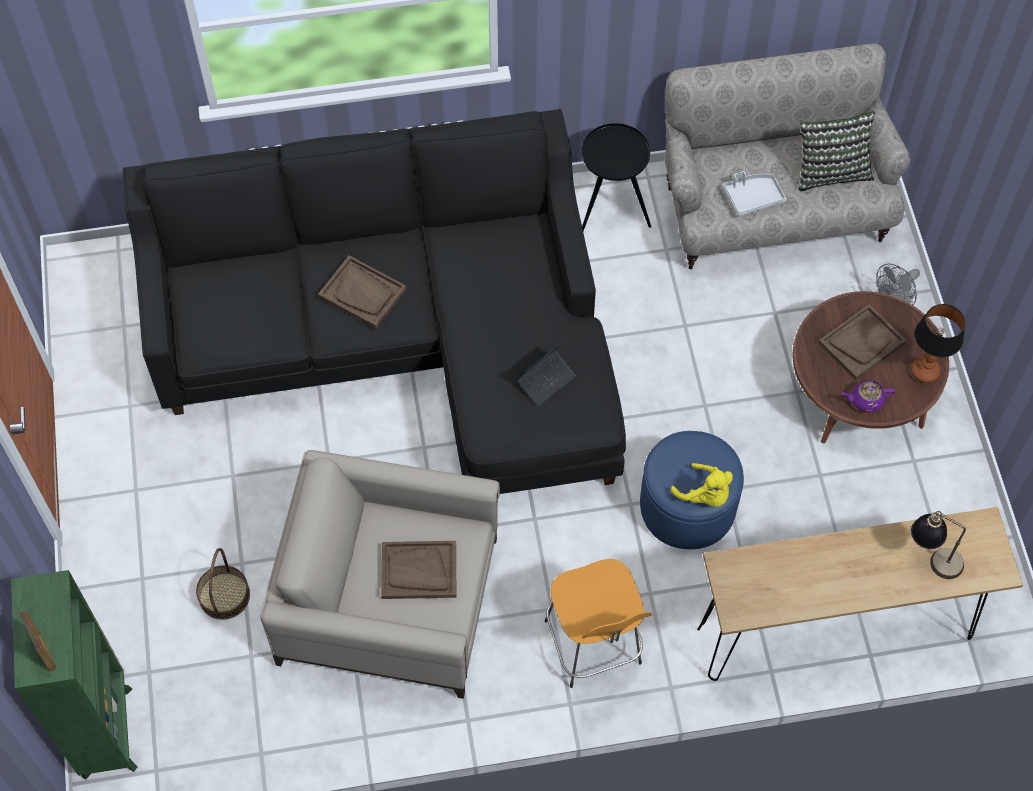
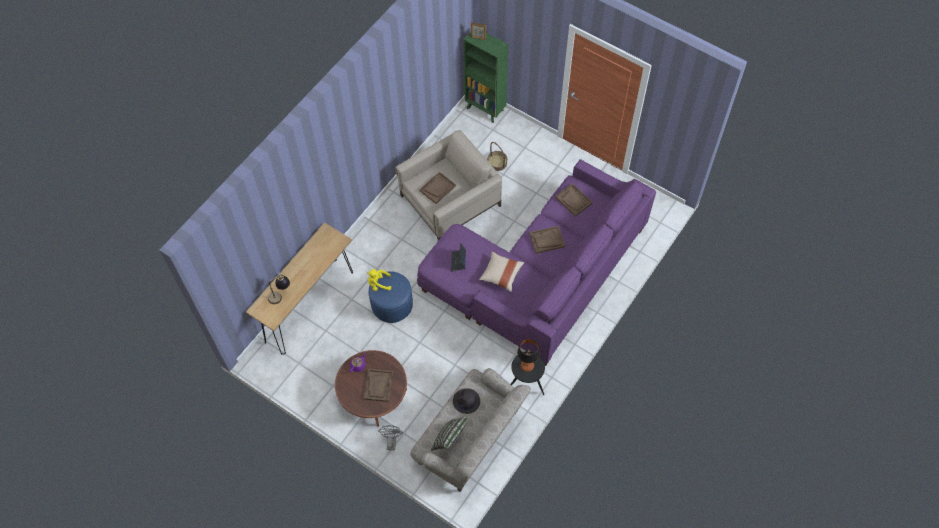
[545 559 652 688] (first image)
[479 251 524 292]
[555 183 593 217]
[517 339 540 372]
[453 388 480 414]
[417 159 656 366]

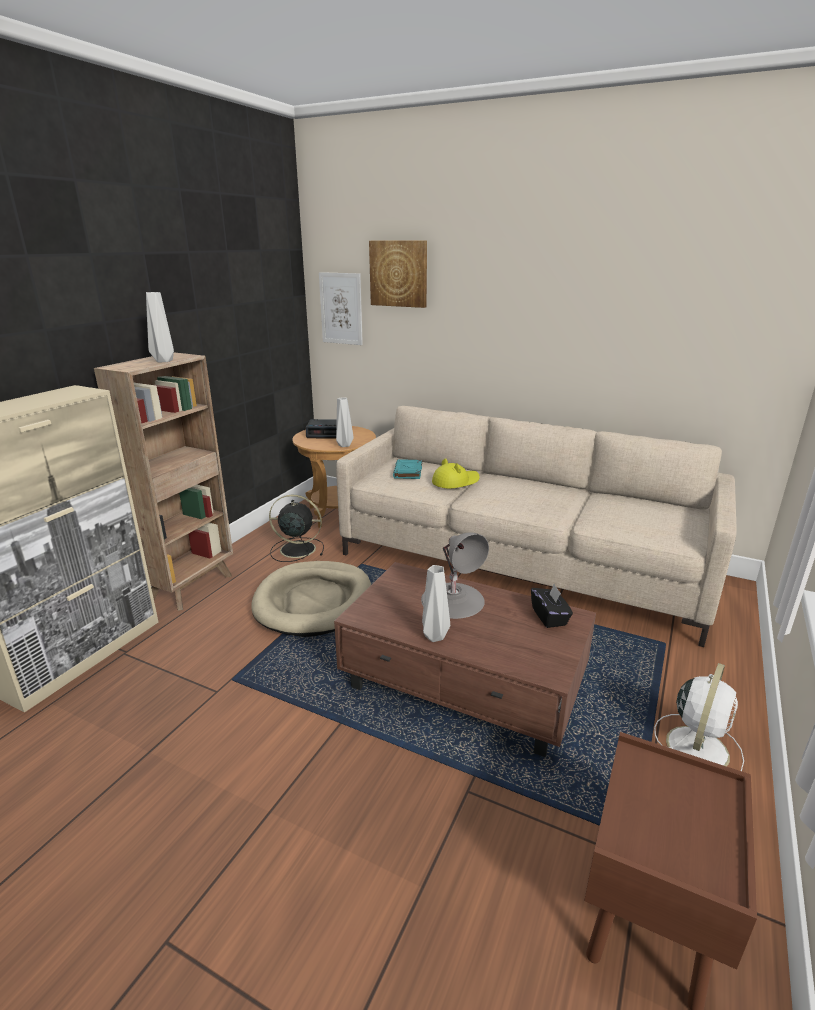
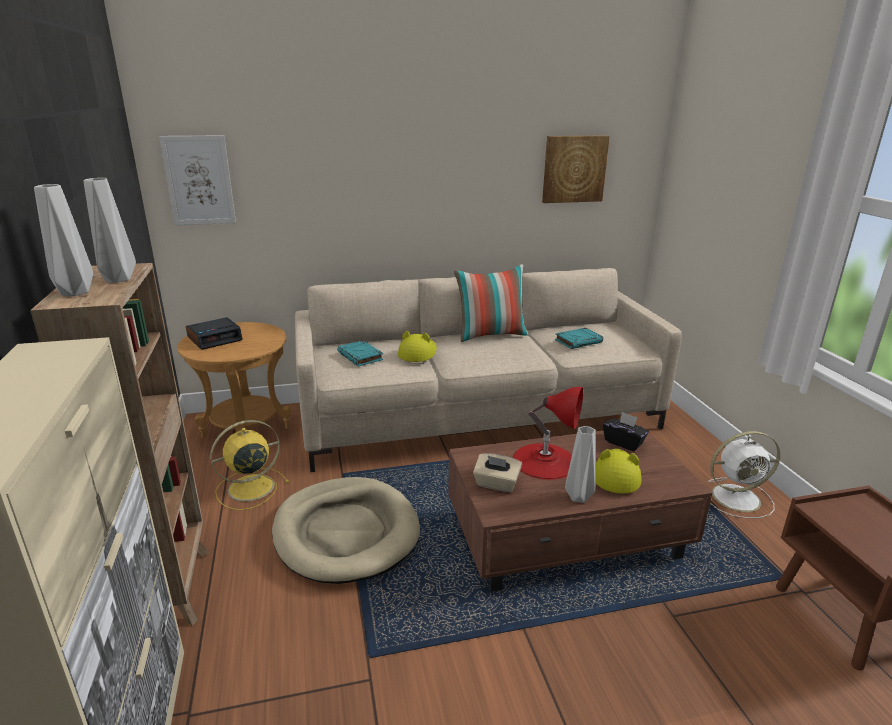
[454 264 528 342]
[473 453 522 492]
[555 328 603 349]
[595 449 641 494]
[34 184 93 296]
[542 135 610 203]
[210 420 289 510]
[513 387 583 480]
[708 431 780 518]

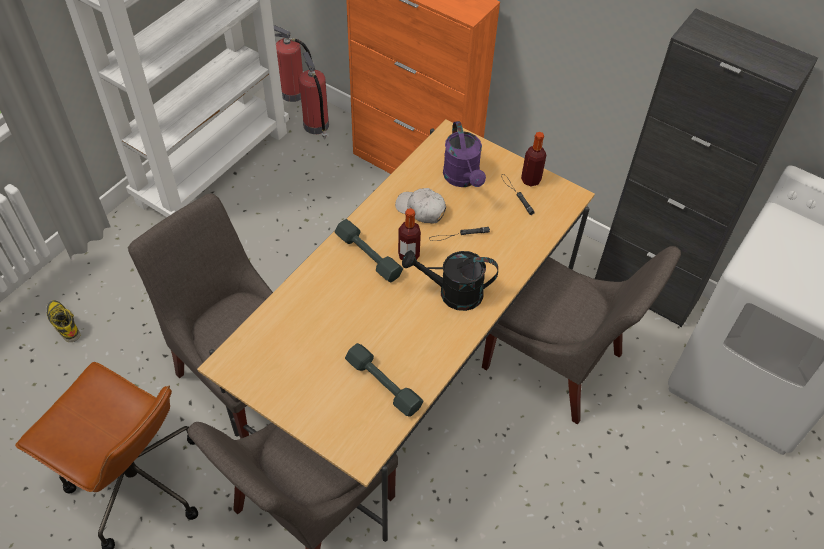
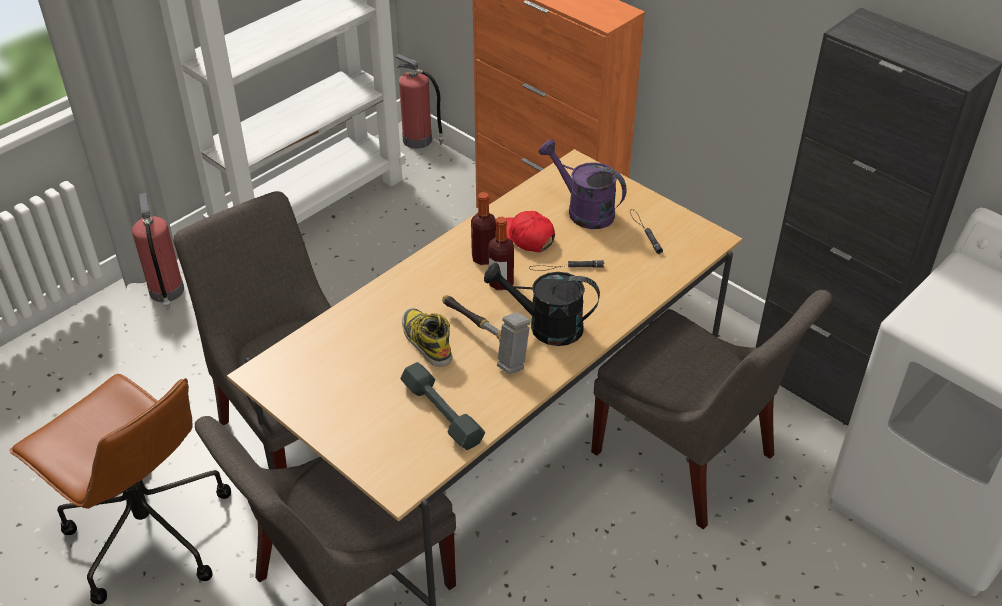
[335 219 403 282] (first image)
[442 295 530 374]
[402 308 453 367]
[132 193 184 309]
[471 192 496 265]
[506 211 555 252]
[539 139 627 229]

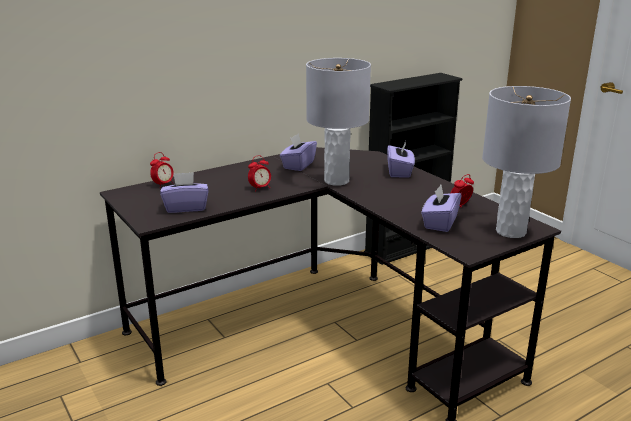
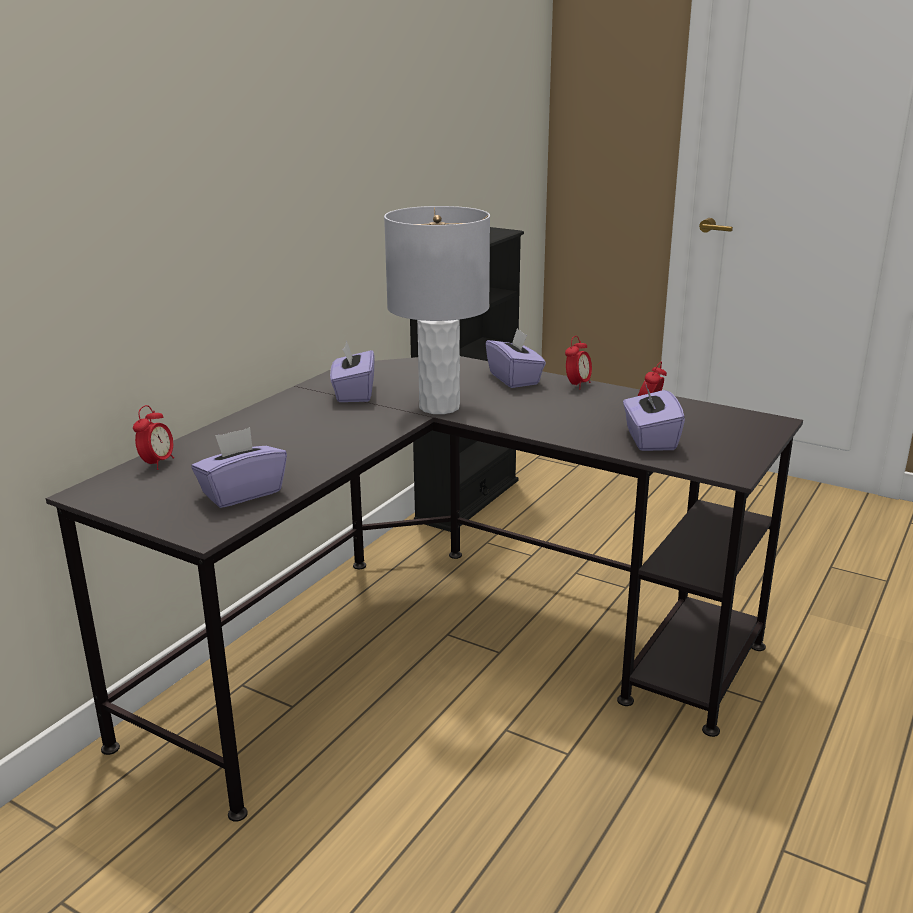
[482 86 571 238] (first image)
[565 336 592 390]

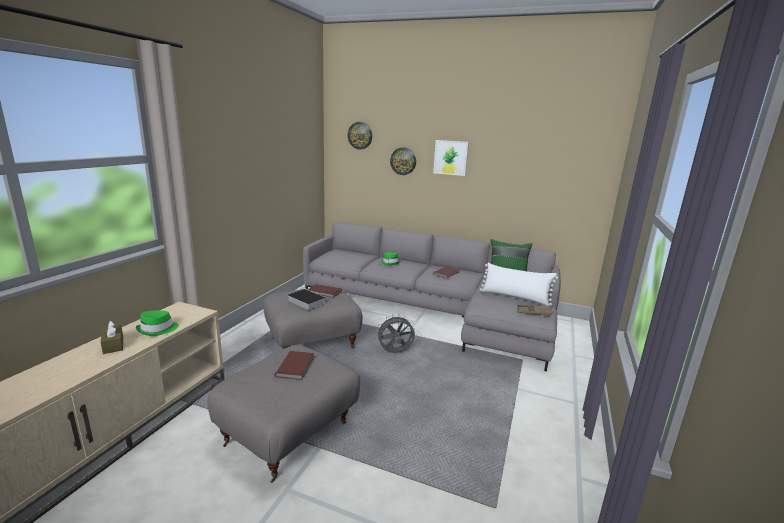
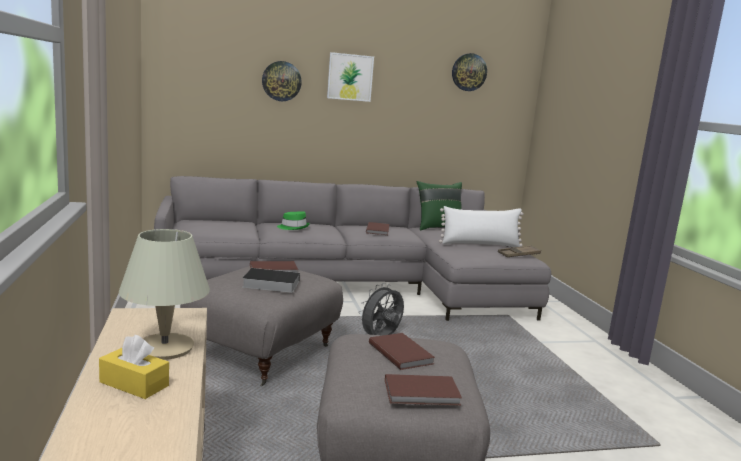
[385 374 462 406]
[452 53 487 91]
[119 229 210 360]
[99 335 169 399]

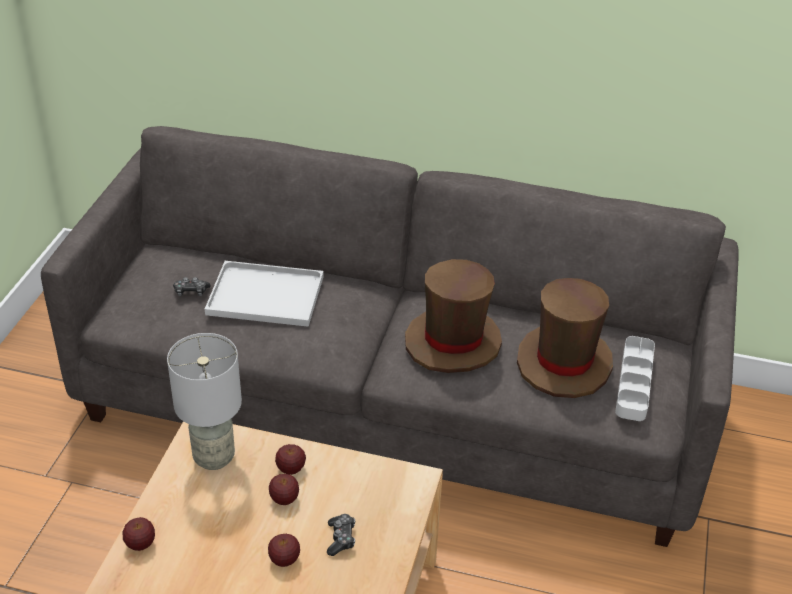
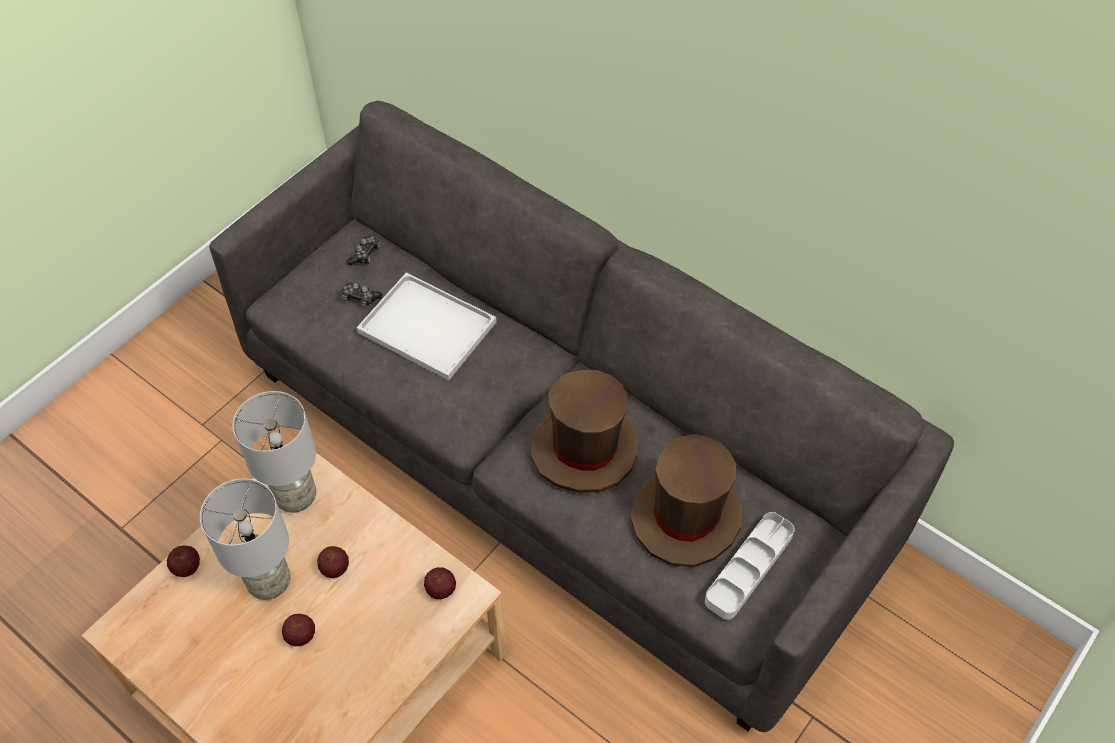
[200 479 291 600]
[424 567 456 599]
[347 235 380 265]

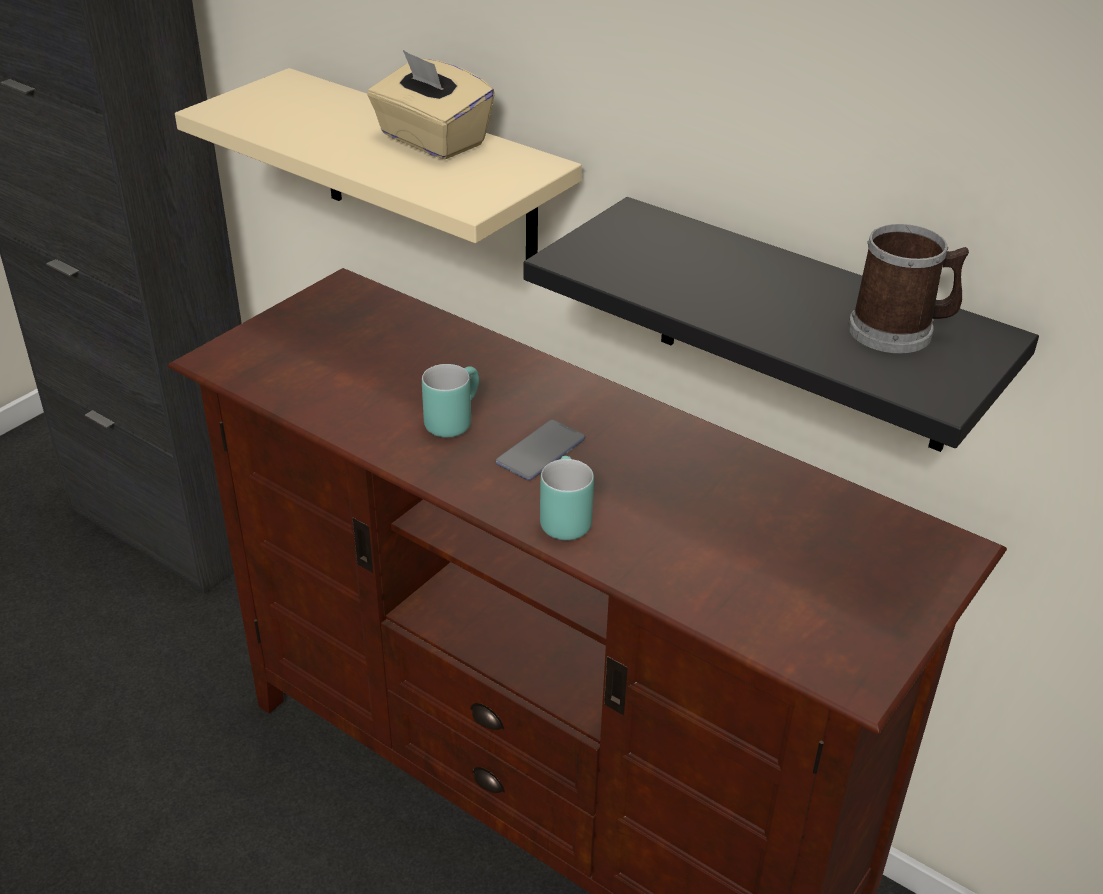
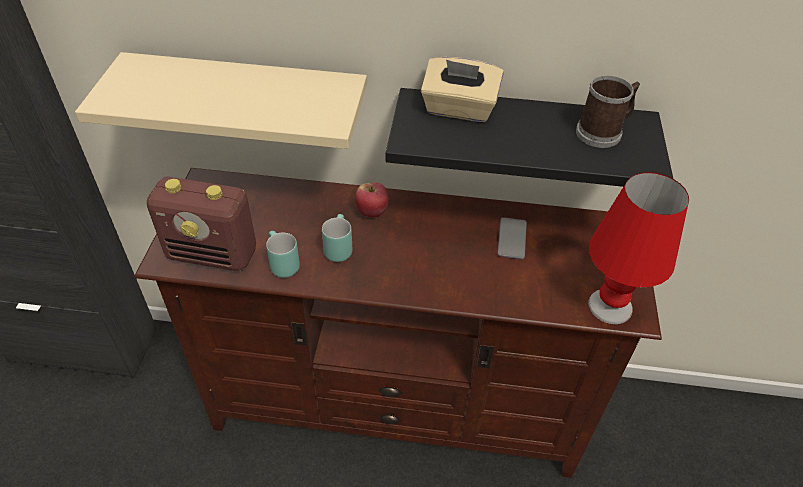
[147 177 256 271]
[355 183 389 218]
[588 172 689 324]
[421 57 504 122]
[497 217 527 259]
[266 231 300 278]

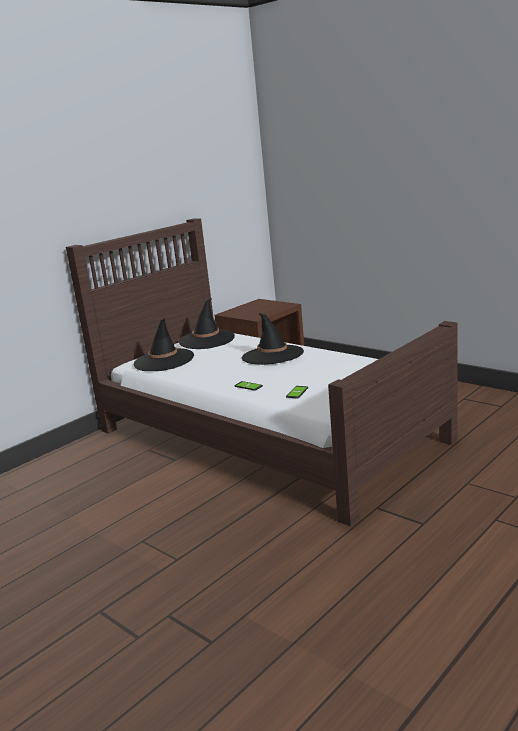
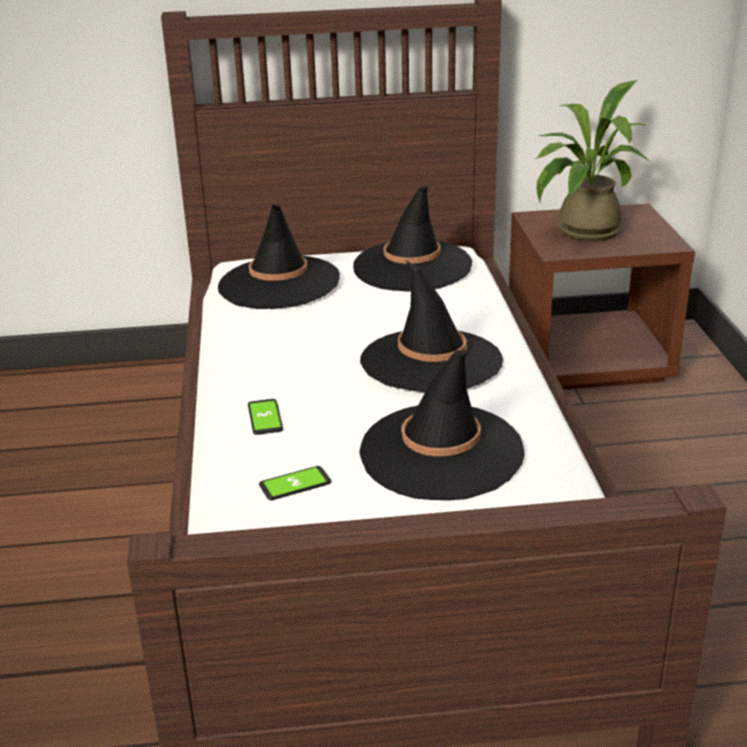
[359 350 525 500]
[535 81 650 242]

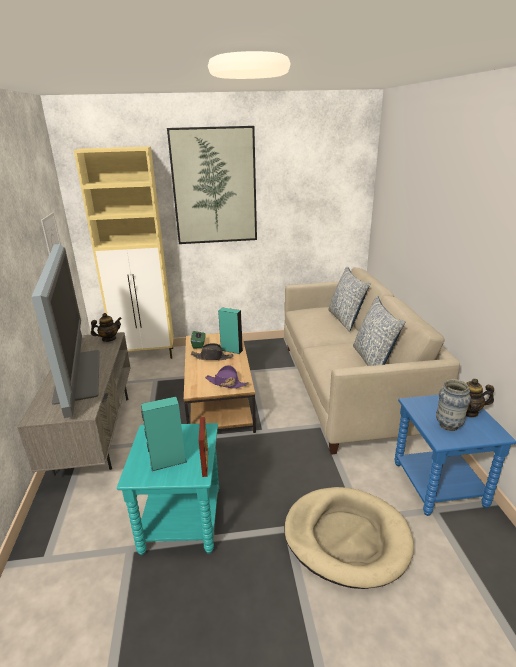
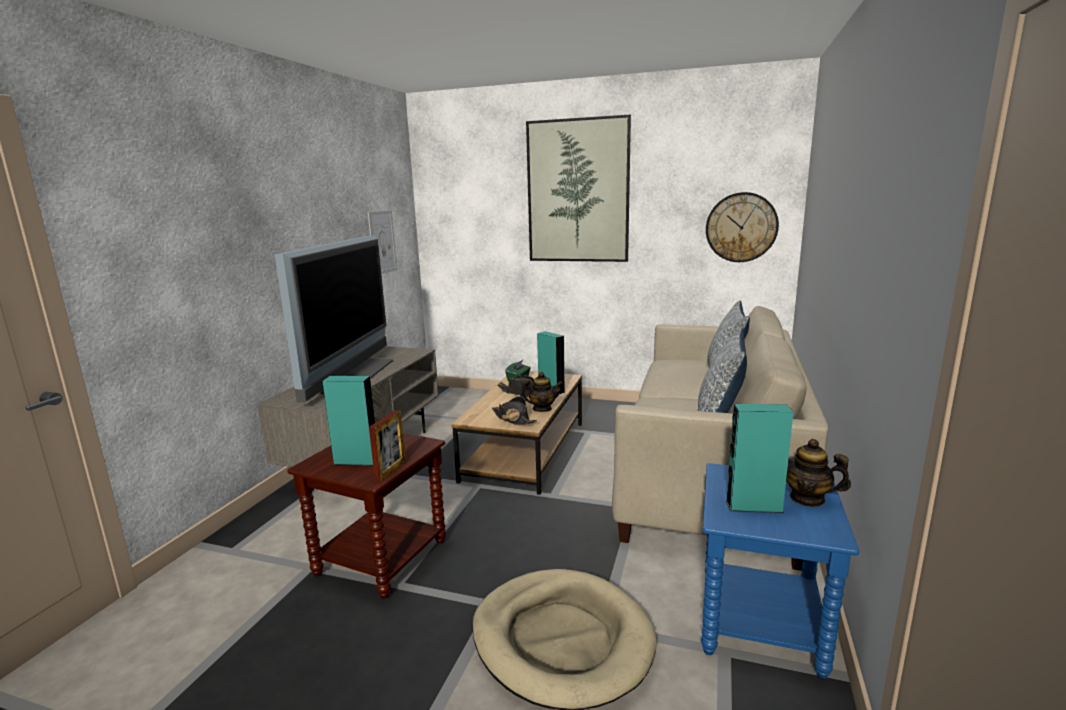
[74 146 174 359] (first image)
[706 192 779 262]
[520 372 563 412]
[726 404 793 513]
[287 433 446 599]
[492 396 537 425]

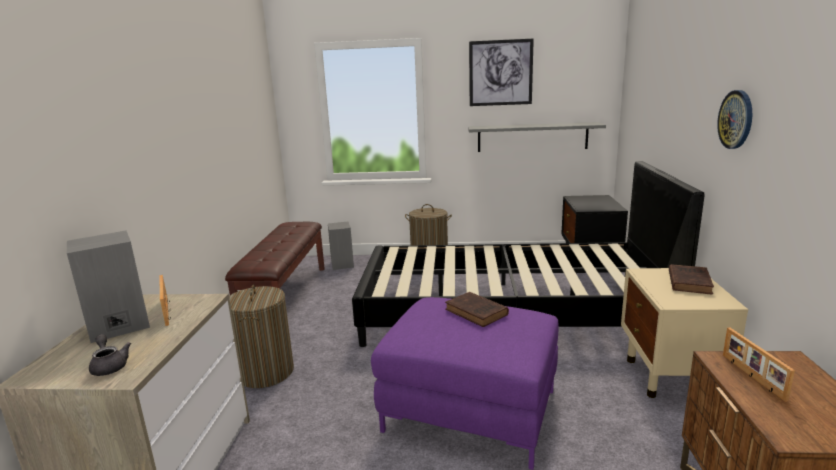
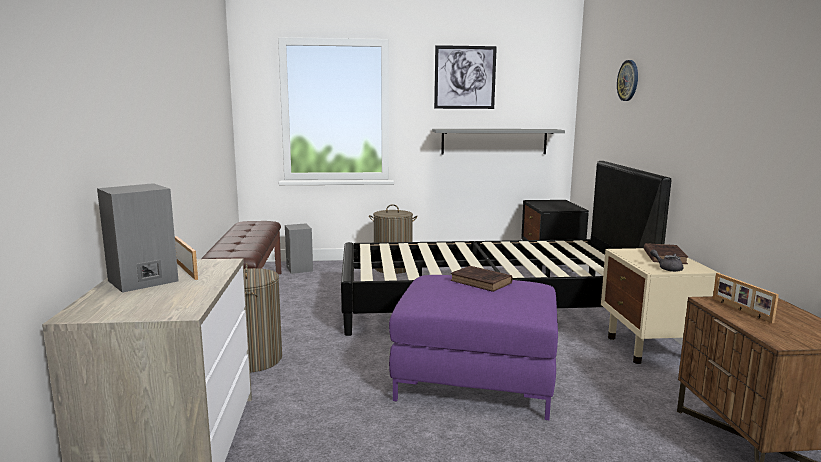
[650 249 683 272]
[617 60 638 101]

